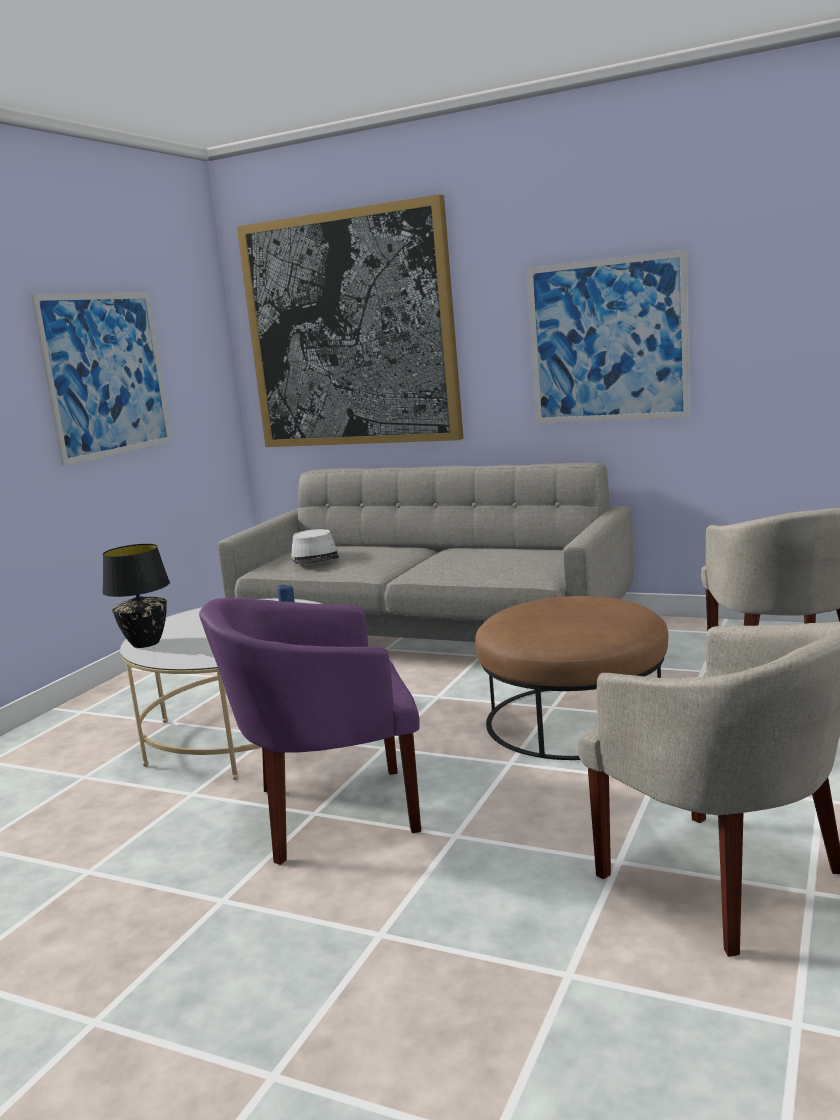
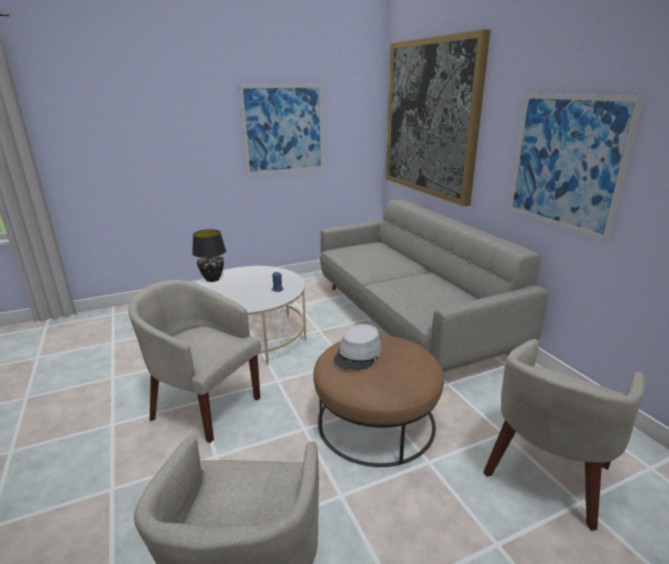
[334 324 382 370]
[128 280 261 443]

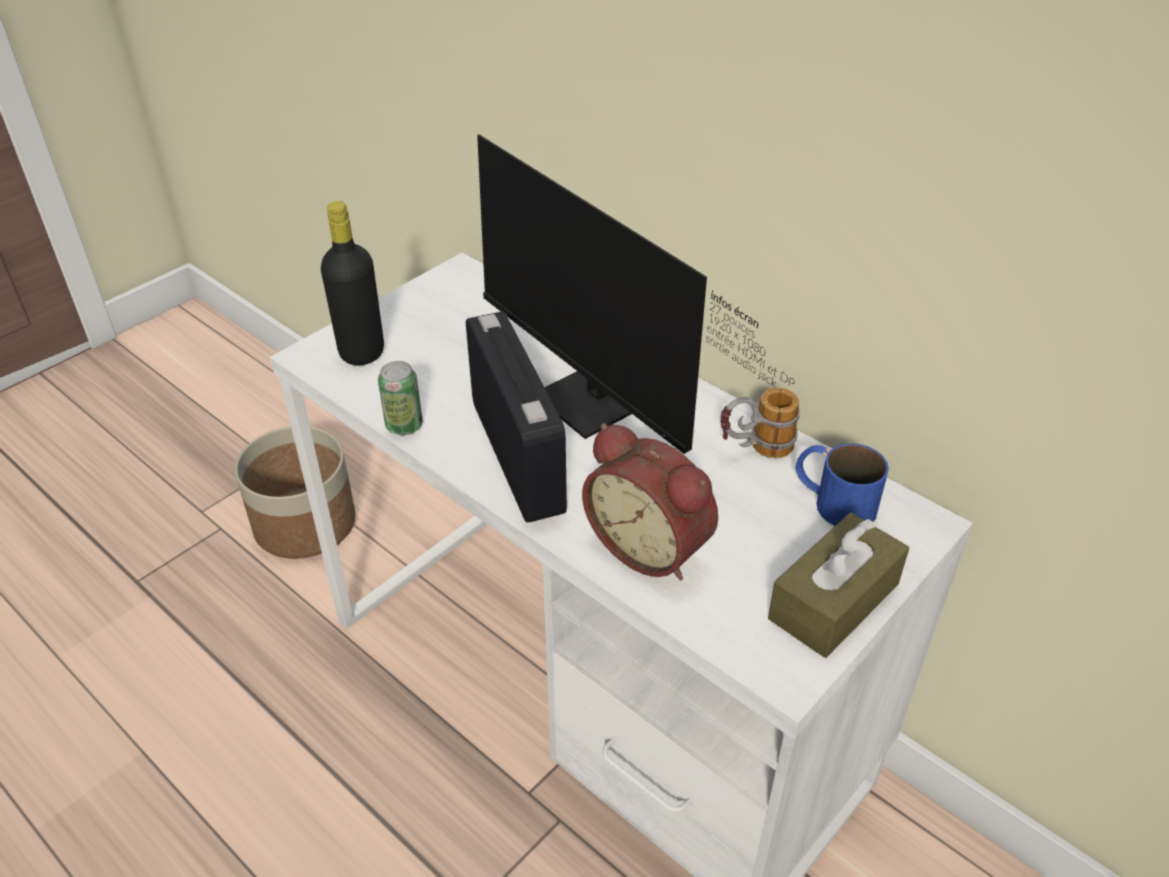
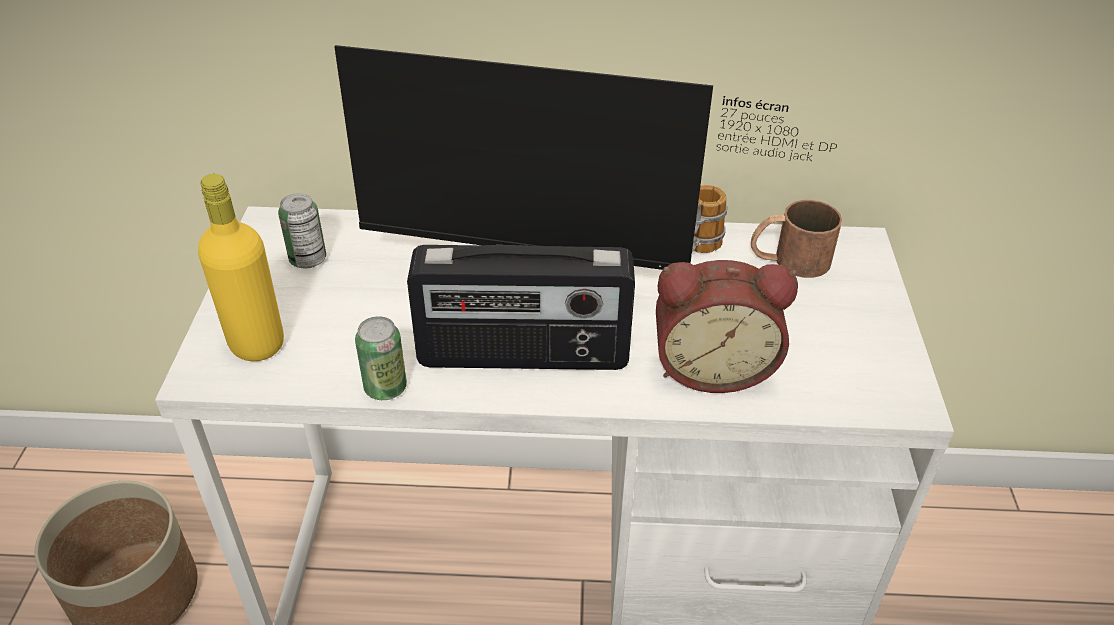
[768 512 909 658] (first image)
[278 193 326 268]
[198 174 284 361]
[751 200 842 278]
[407 245 635 370]

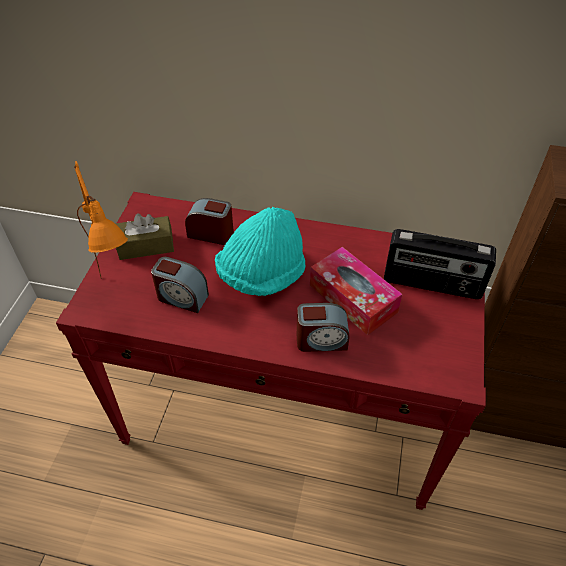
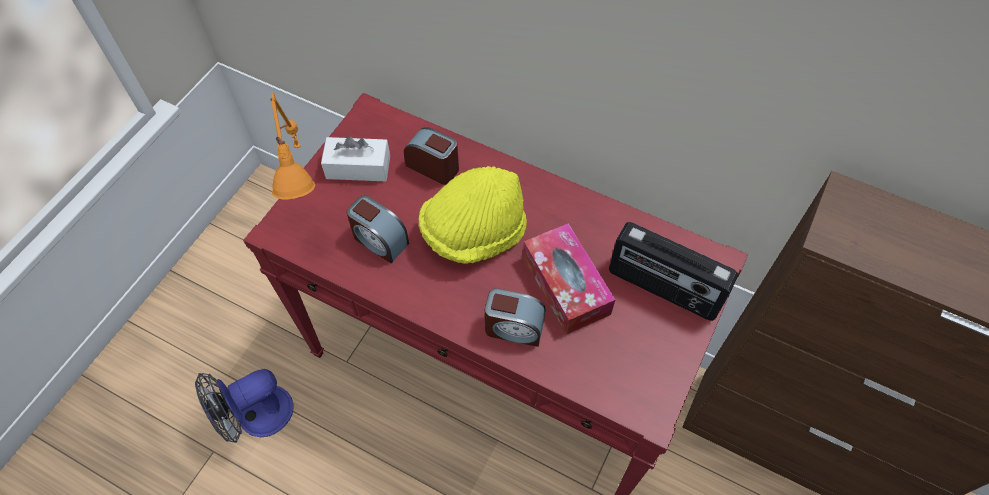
[195 369 294 443]
[321 136 390 181]
[419 166 527 264]

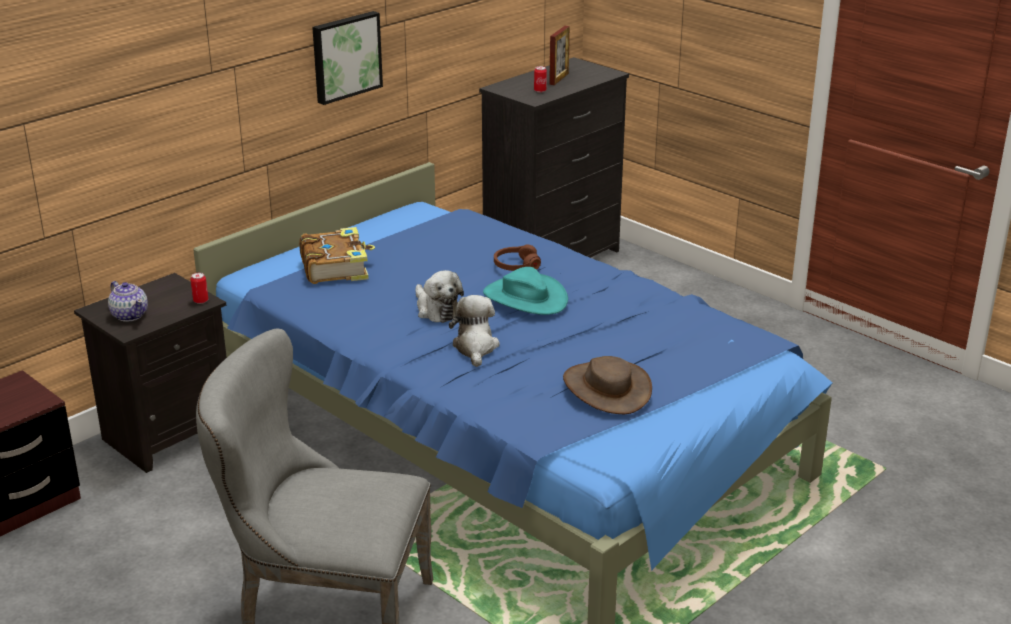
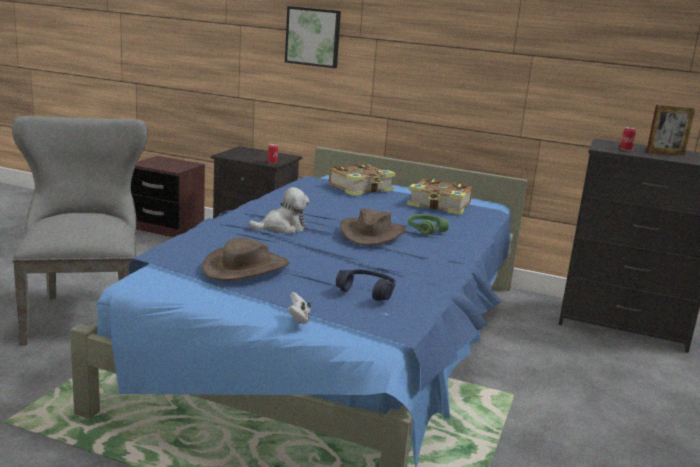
[108 281 148 322] (first image)
[415 270 464 323] (first image)
[287 292 311 324]
[336 269 396 301]
[407 178 472 215]
[285 6 341 68]
[340 208 406 245]
[408 214 449 235]

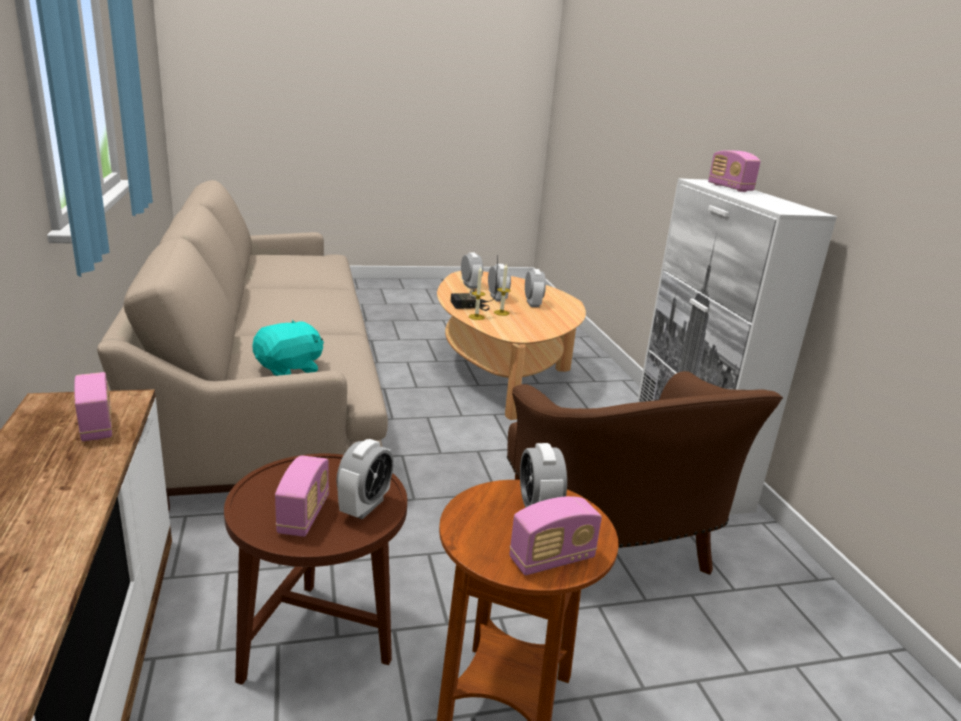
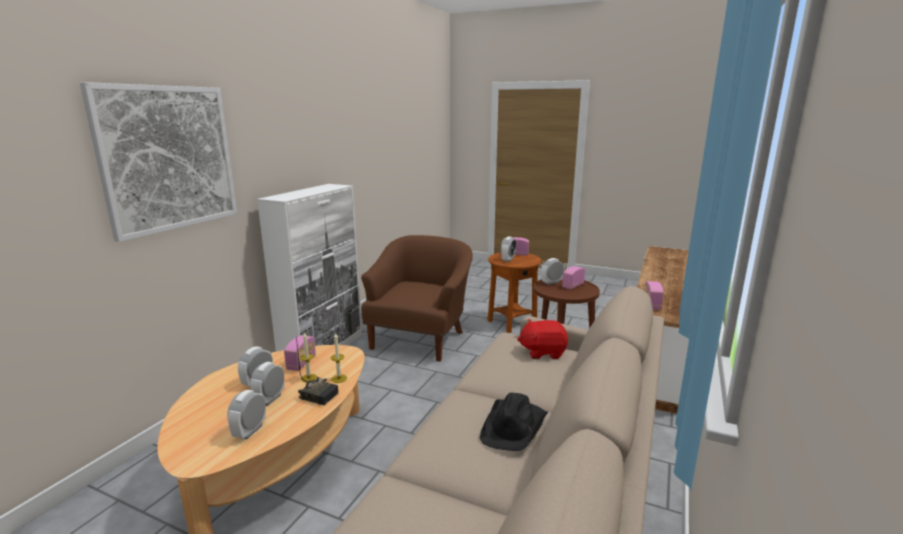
[80 82 237 242]
[480 393 548 451]
[284 335 316 371]
[517 319 568 359]

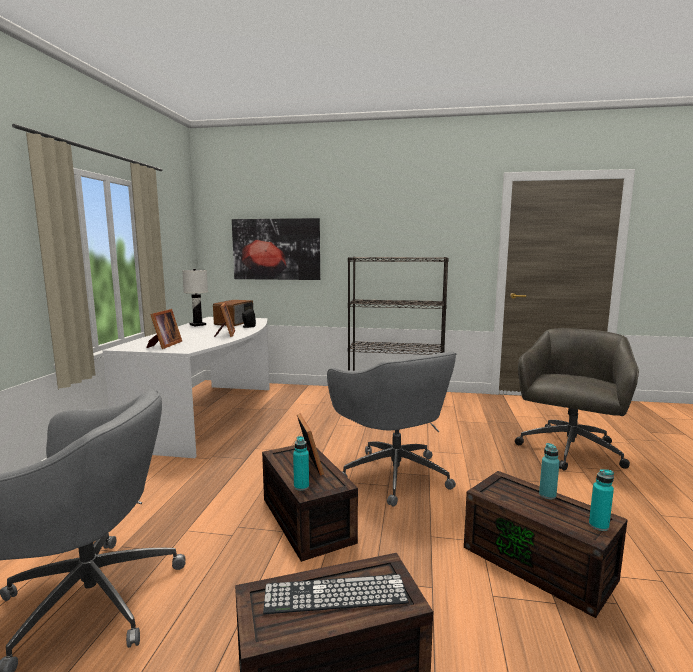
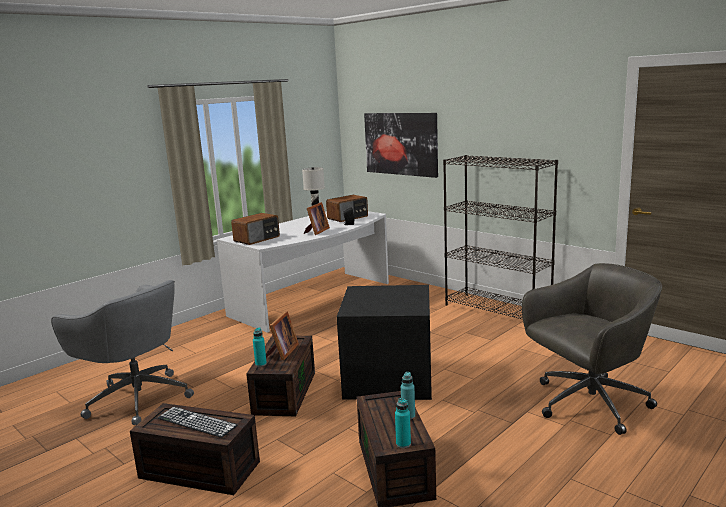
[231 213 280 245]
[337 285 432 400]

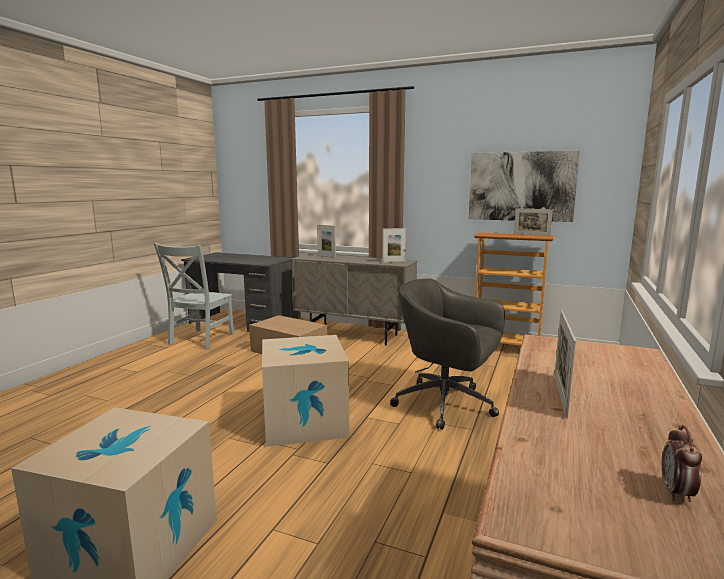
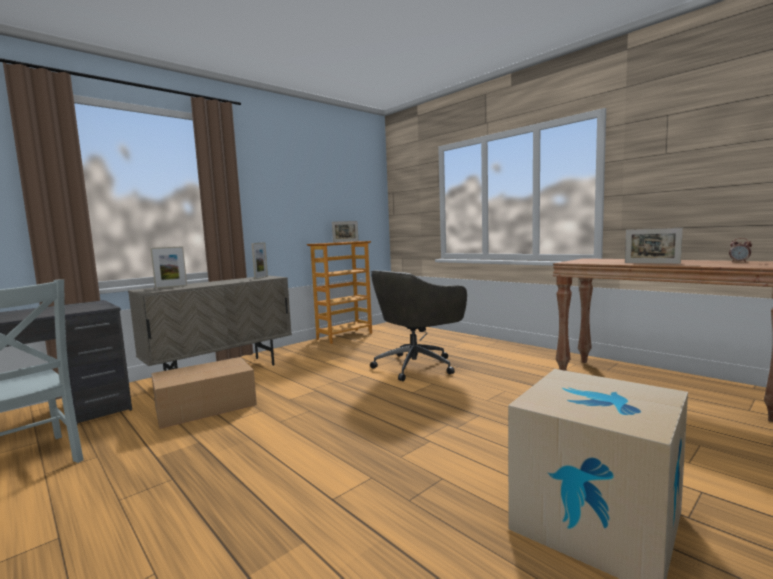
[262 335 349 447] (first image)
[469 150 580 222] (first image)

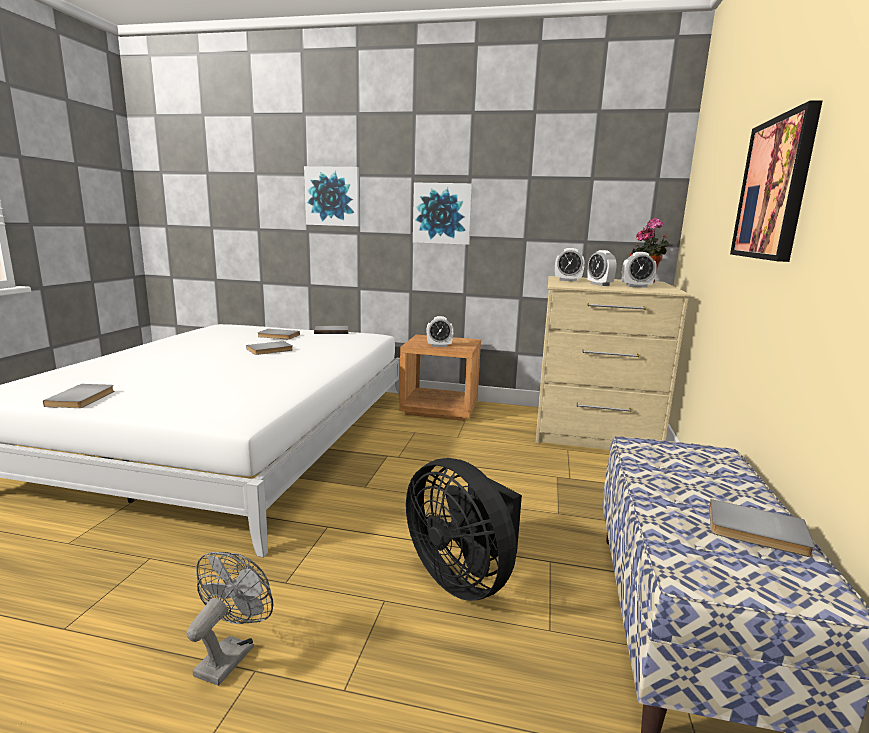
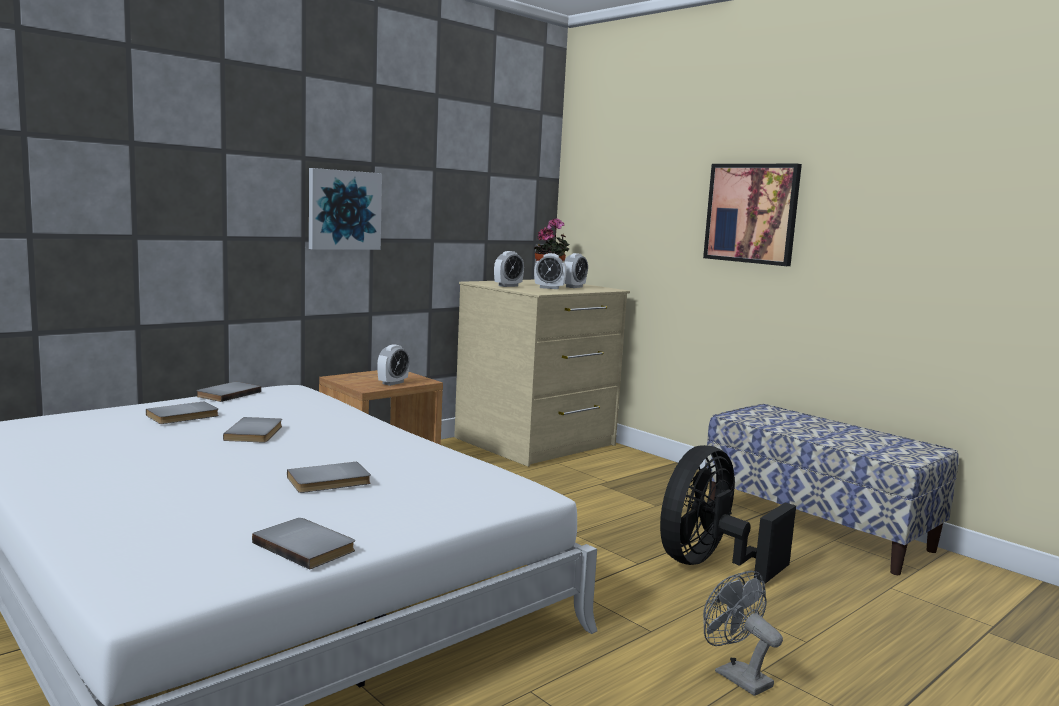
[304 166 360 226] (first image)
[287 462 371 493]
[660 445 796 584]

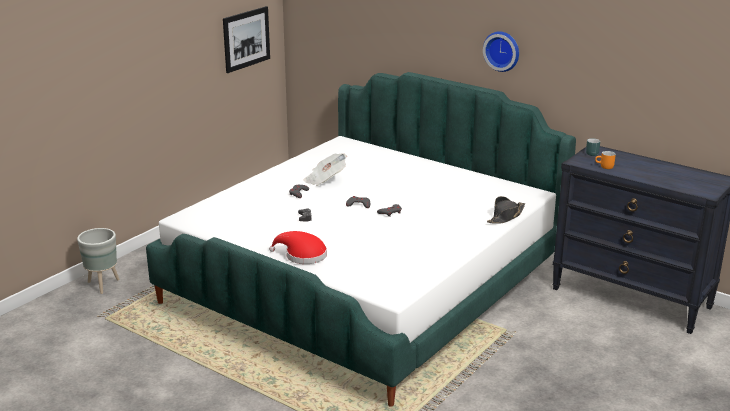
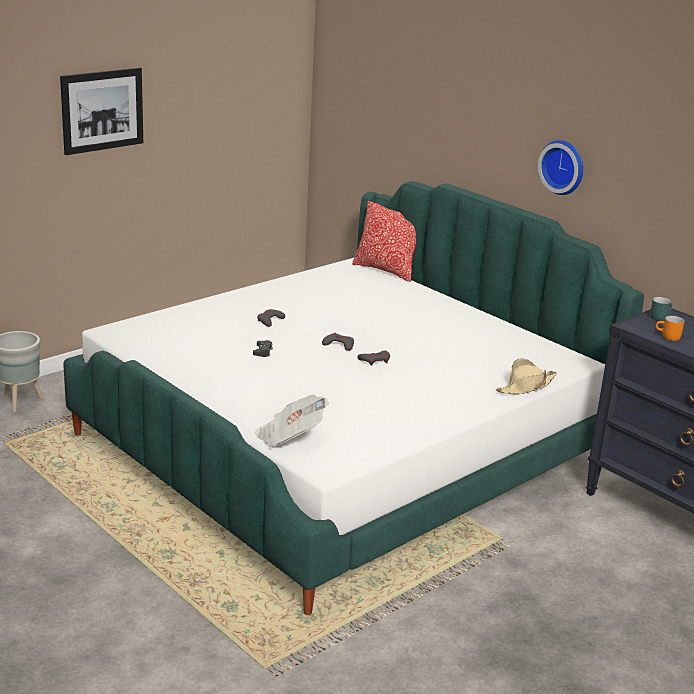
[269 231 327 264] (first image)
[352 201 416 282]
[60 67 143 155]
[255 395 329 447]
[496 358 557 395]

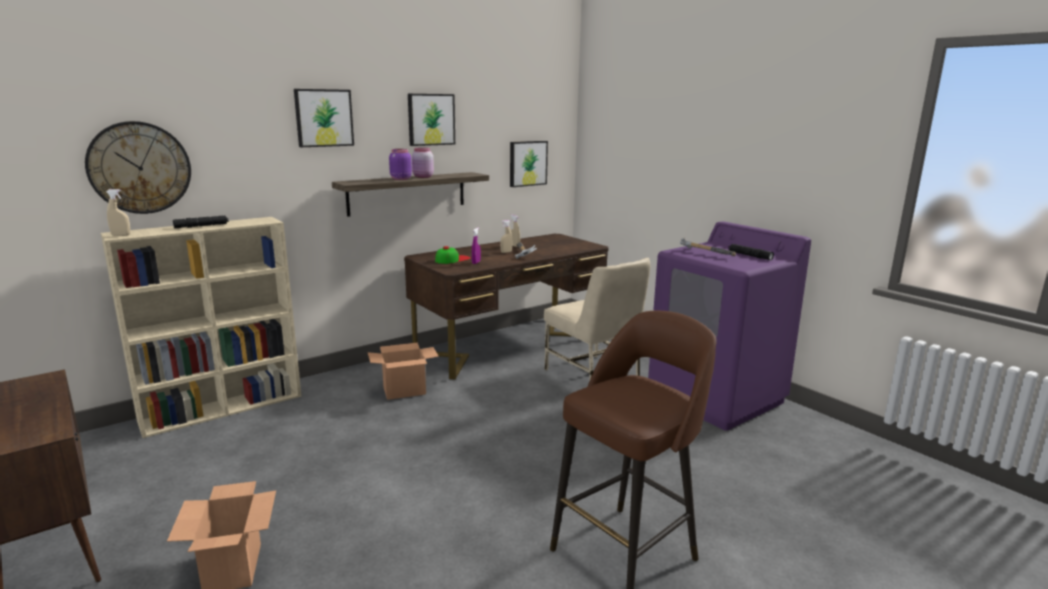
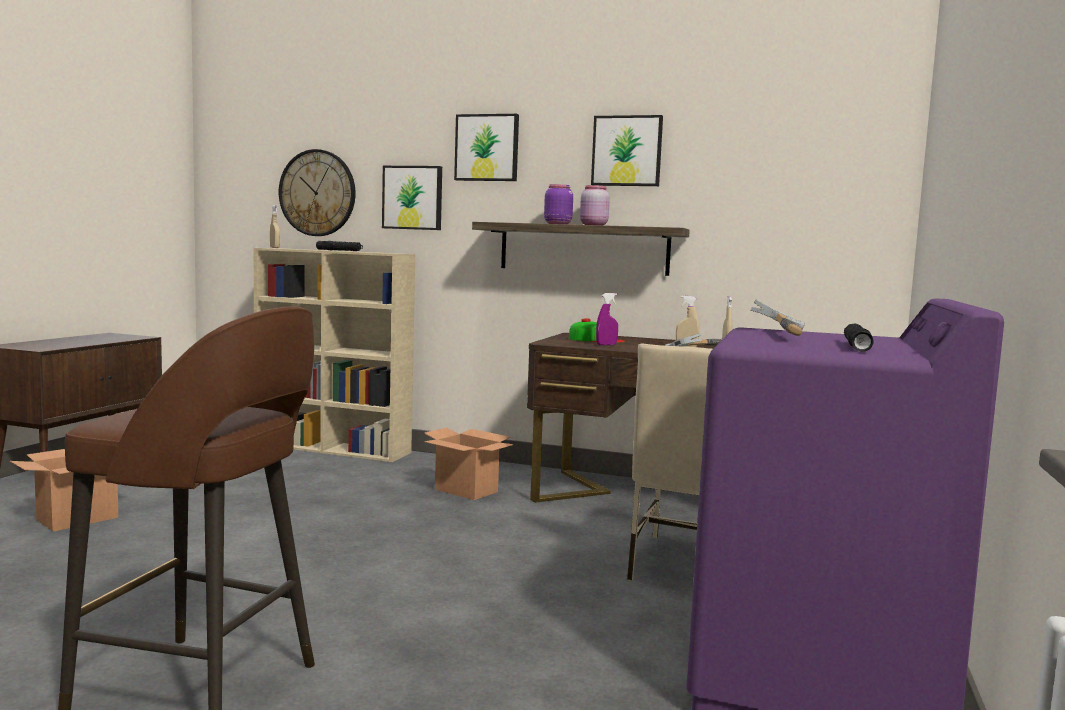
[382 166 442 230]

